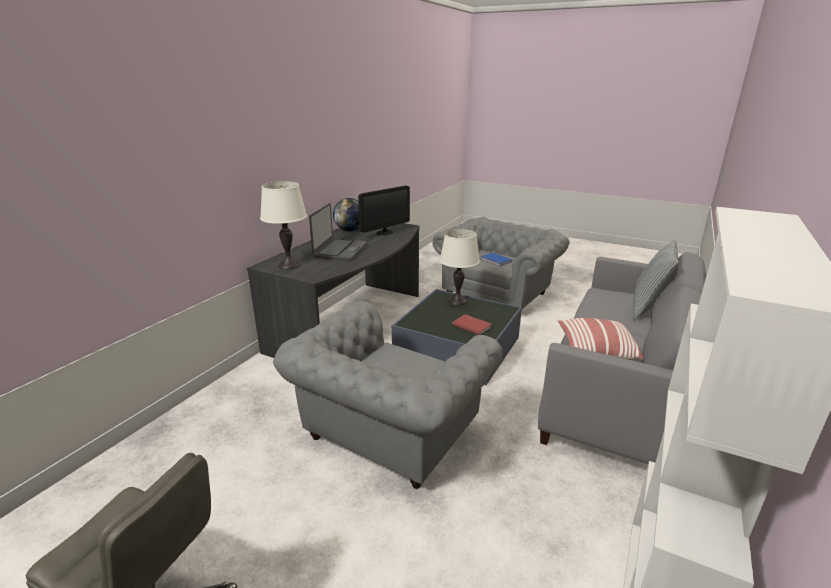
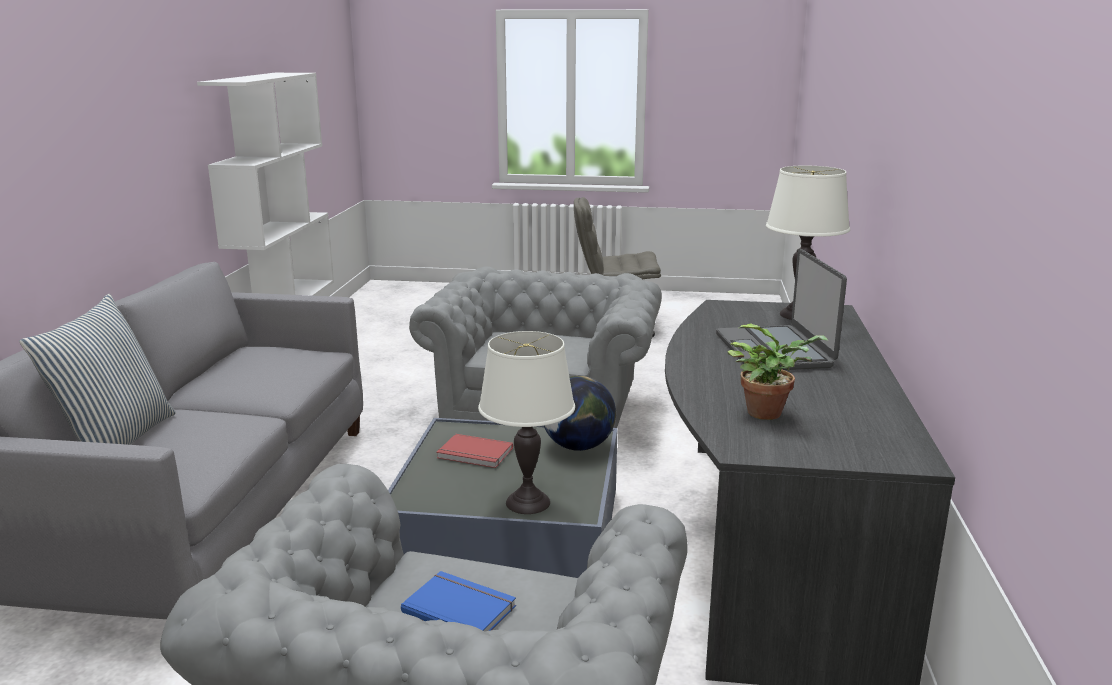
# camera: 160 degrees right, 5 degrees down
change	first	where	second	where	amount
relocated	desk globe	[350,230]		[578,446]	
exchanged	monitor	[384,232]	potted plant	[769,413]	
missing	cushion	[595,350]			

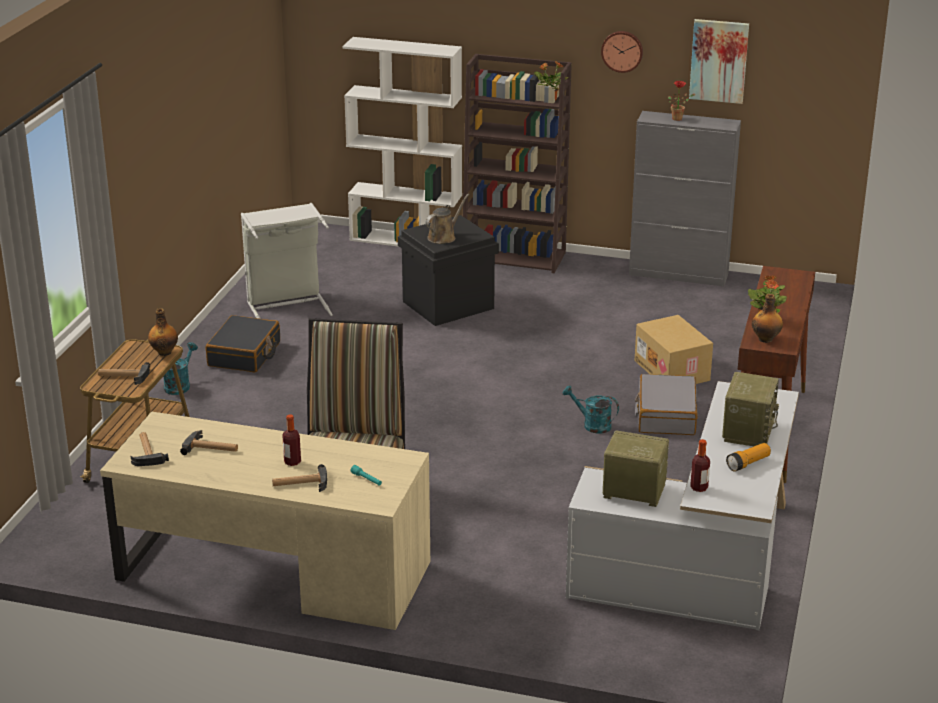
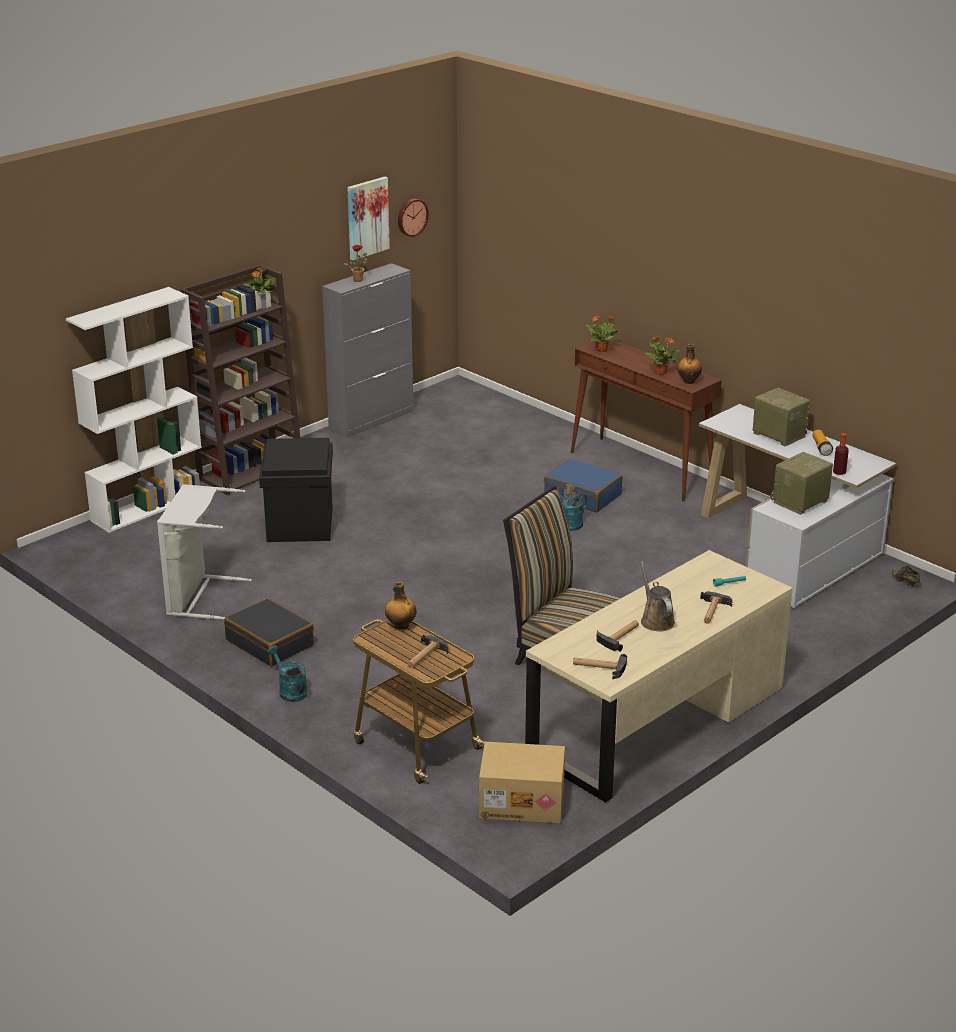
# camera: 60 degrees left, 0 degrees up
change	first	where	second	where	amount
relocated	wall clock	[622,51]		[411,217]	
relocated	packing box	[673,370]		[522,801]	
colour	piece of luggage (gray)	[666,415]	piece of luggage (blue-coloured)	[582,495]	
appeared			potted plant	[602,350]	
relocated	watering can (brown-coloured)	[443,237]		[656,620]	
appeared			item of footwear (brown-coloured)	[905,582]	
missing	bottle	[292,462]			

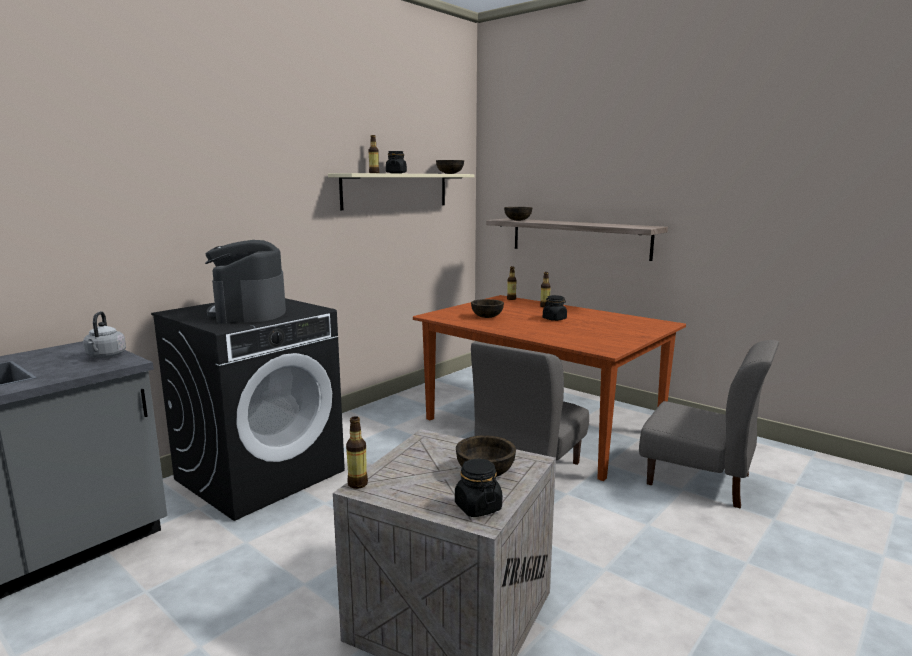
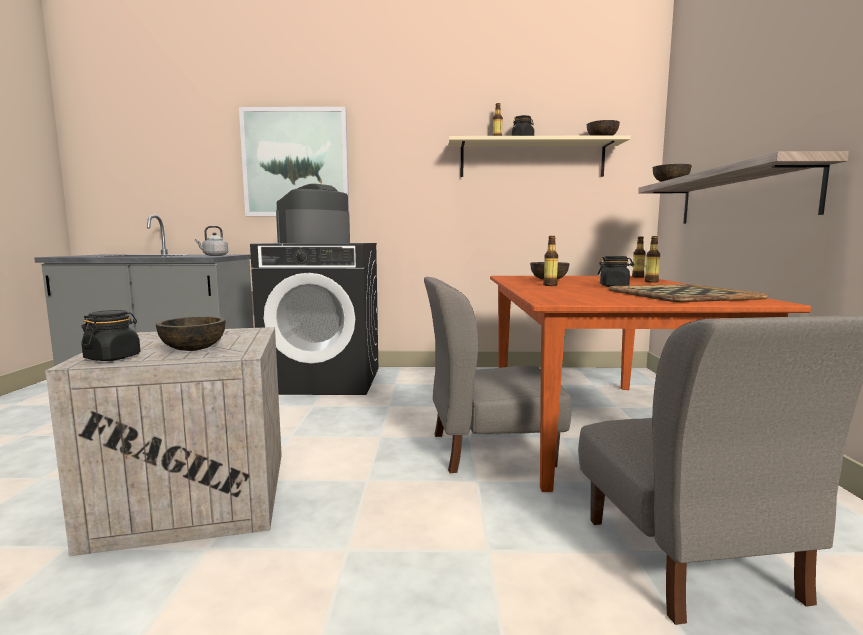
# camera: 50 degrees right, 5 degrees down
change	first	where	second	where	amount
appeared			picture	[295,163]	
relocated	bottle	[357,484]		[550,285]	
appeared			carrying tray	[680,294]	

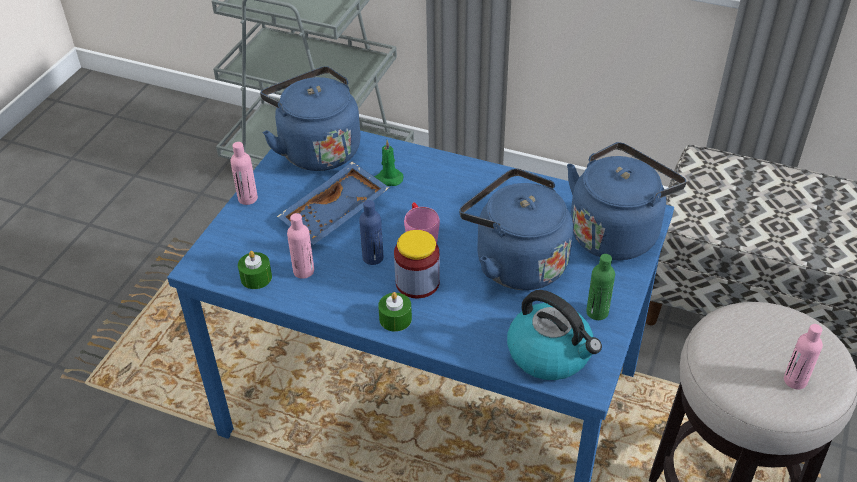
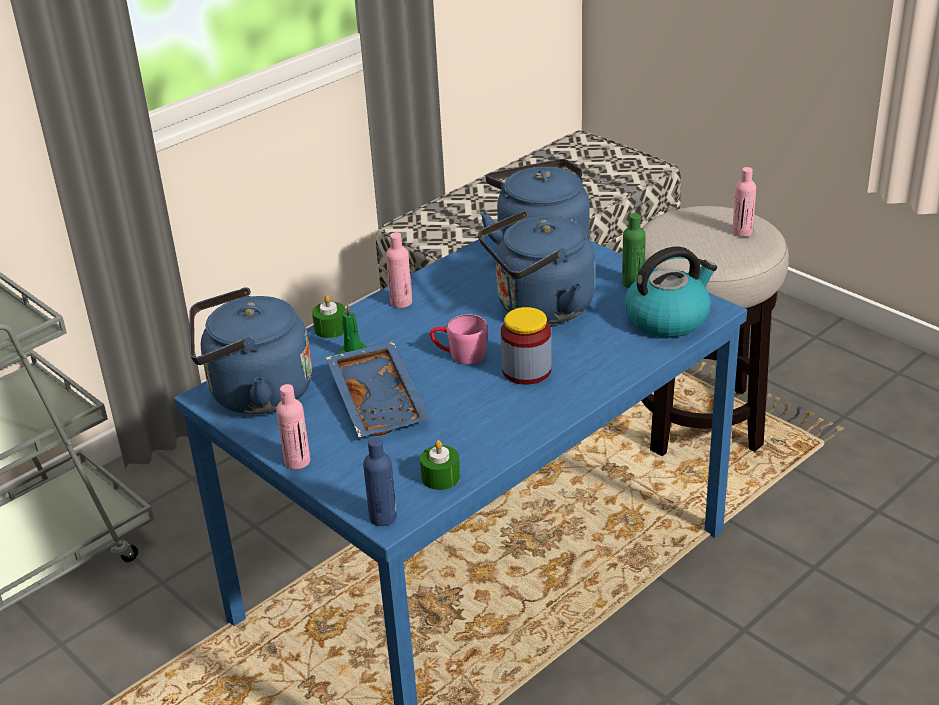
# camera: 65 degrees left, 10 degrees down
change	first	where	second	where	amount
relocated	wax light (green-coloured)	[395,319]		[330,328]	
relocated	bottle (blue-coloured)	[373,257]		[383,517]	
relocated	bottle (pink-coloured)	[303,271]		[401,302]	

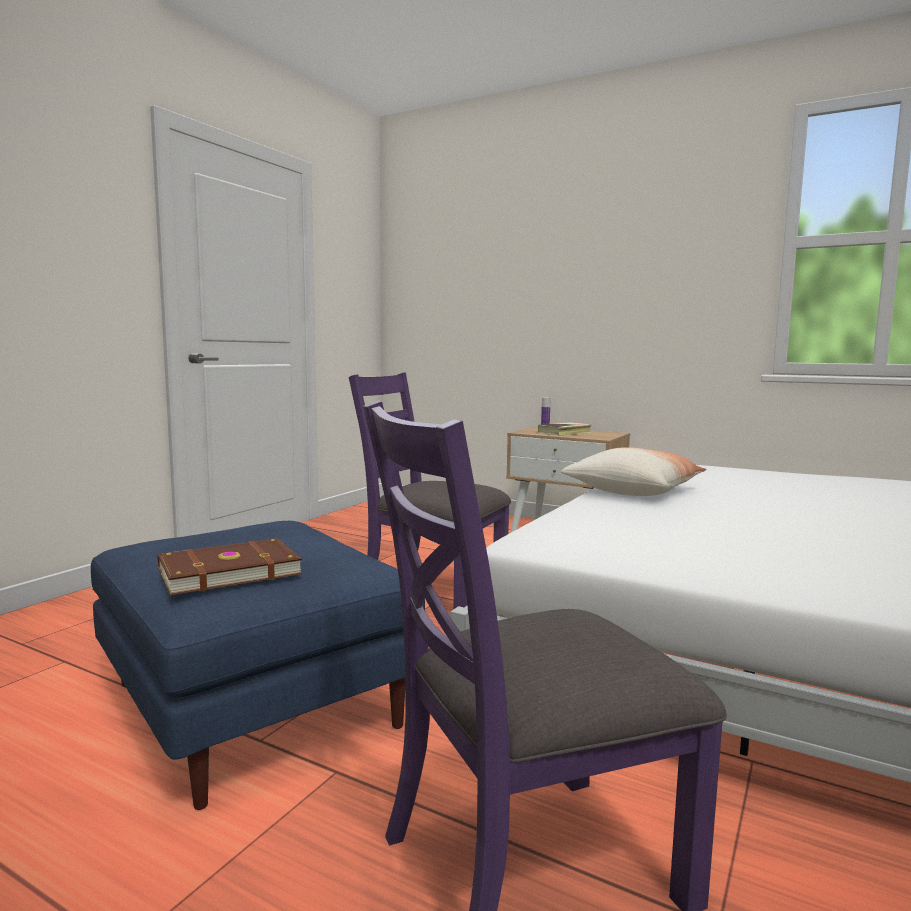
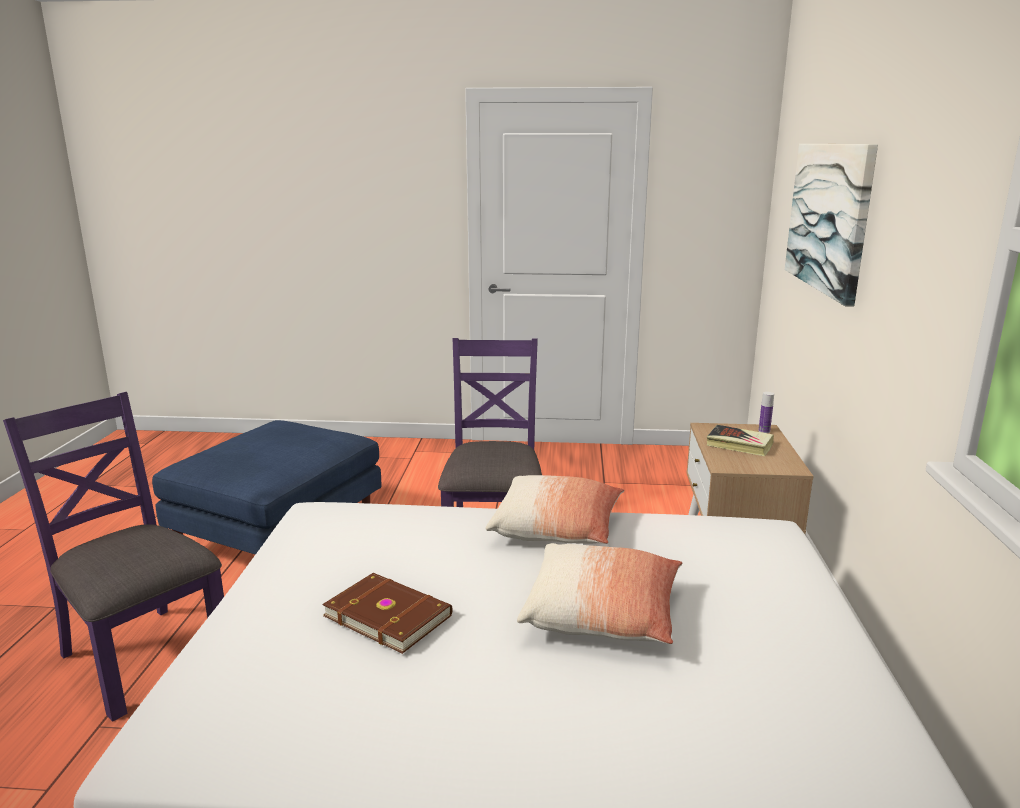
# camera: 65 degrees right, 10 degrees up
change	first	where	second	where	amount
relocated	bound book (brown-coloured)	[228,571]		[388,614]	
appeared			cushion	[602,614]	
appeared			picture	[828,217]	

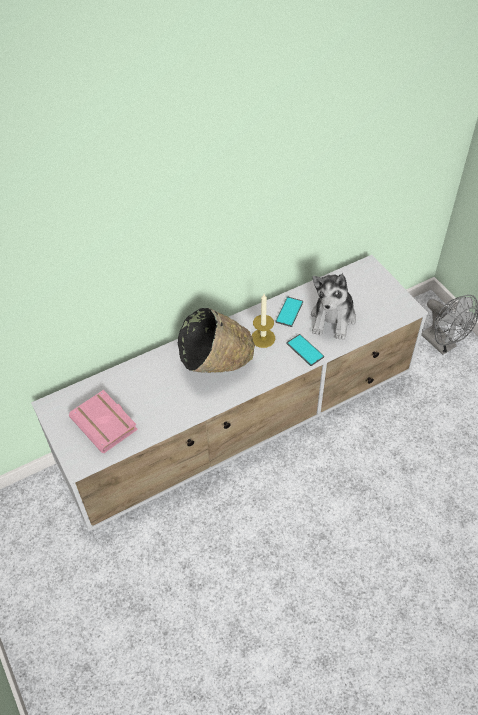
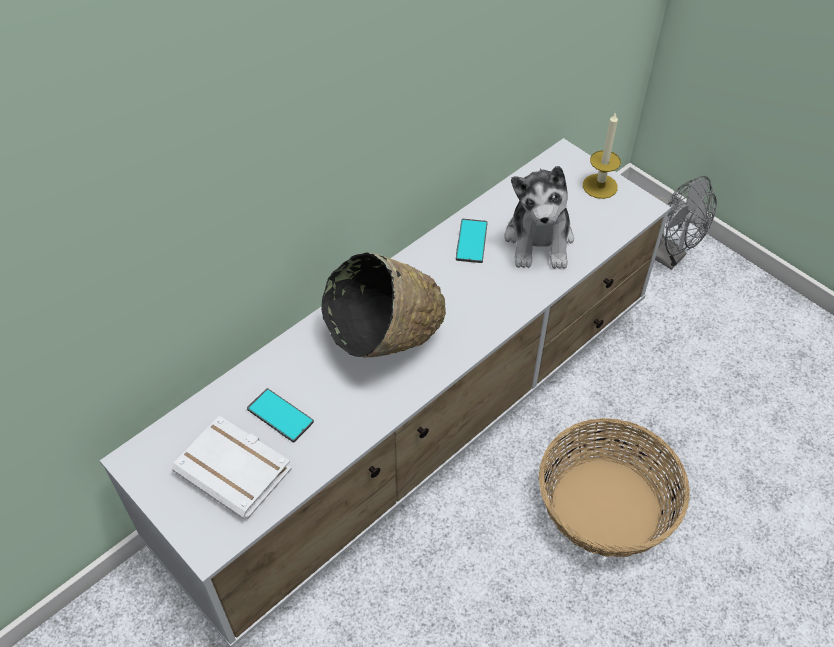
# camera: 15 degrees left, 0 degrees up
change	first	where	second	where	amount
colour	bound book (pink-coloured)	[106,424]	bound book (white-coloured)	[237,470]	
relocated	telephone	[305,350]		[280,416]	
appeared			household basket	[606,506]	
relocated	wax light	[263,338]		[600,186]	

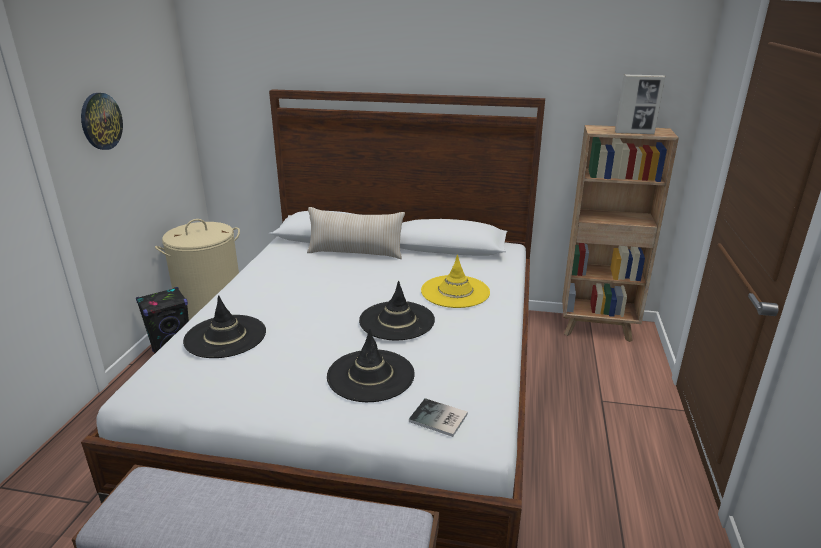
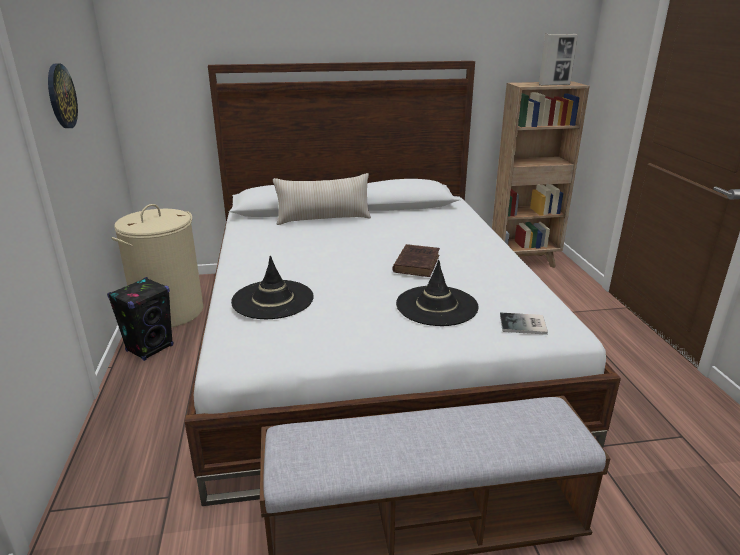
# camera: 20 degrees left, 0 degrees up
change	first	where	second	where	amount
exchanged	wearable hat (blackish)	[397,321]	bound book (brown-coloured)	[417,263]	
missing	wearable hat (yellowish)	[455,292]			

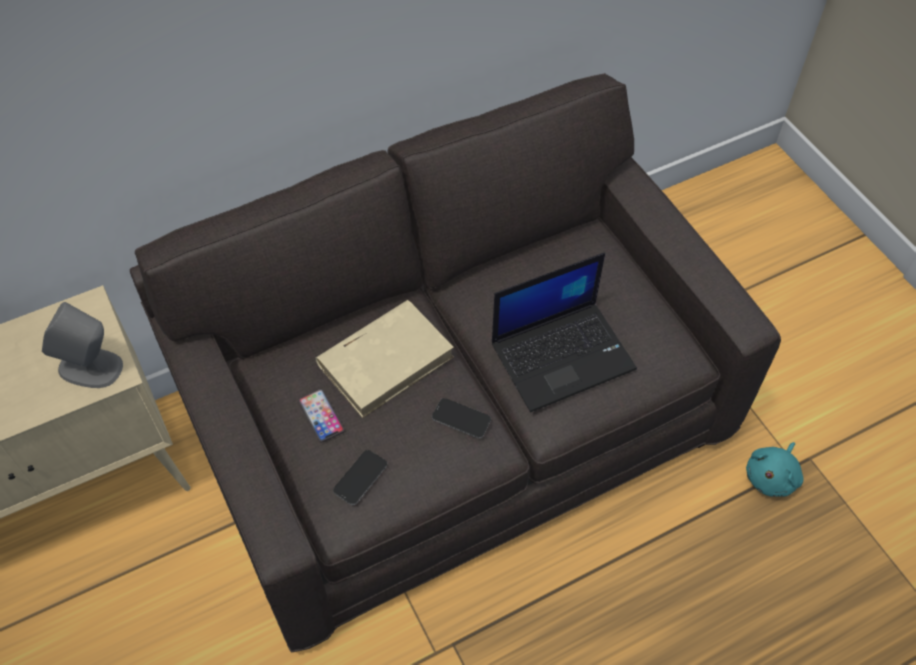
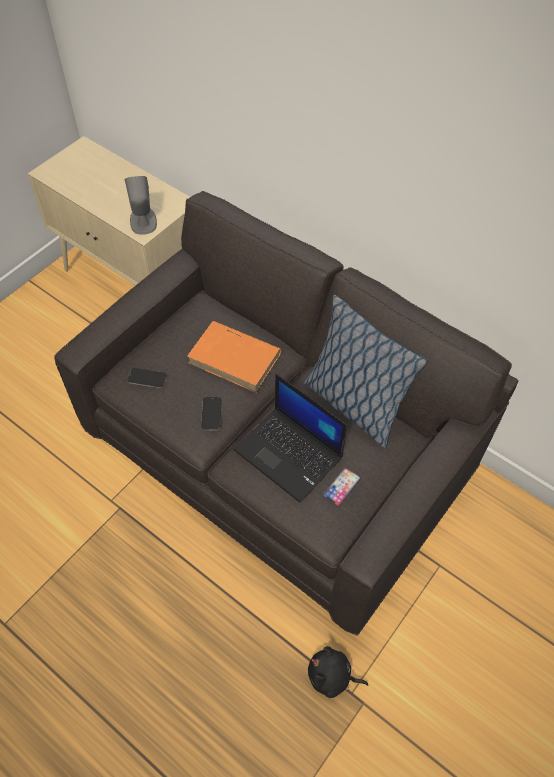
# camera: 65 degrees right, 0 degrees up
change	first	where	second	where	amount
colour	bound book (sand-coloured)	[386,360]	bound book (orange-coloured)	[235,358]	
appeared			cushion	[353,404]	
colour	plush toy (turquoise-coloured)	[772,476]	plush toy (blackish)	[332,677]	
relocated	telephone	[321,416]		[341,487]	

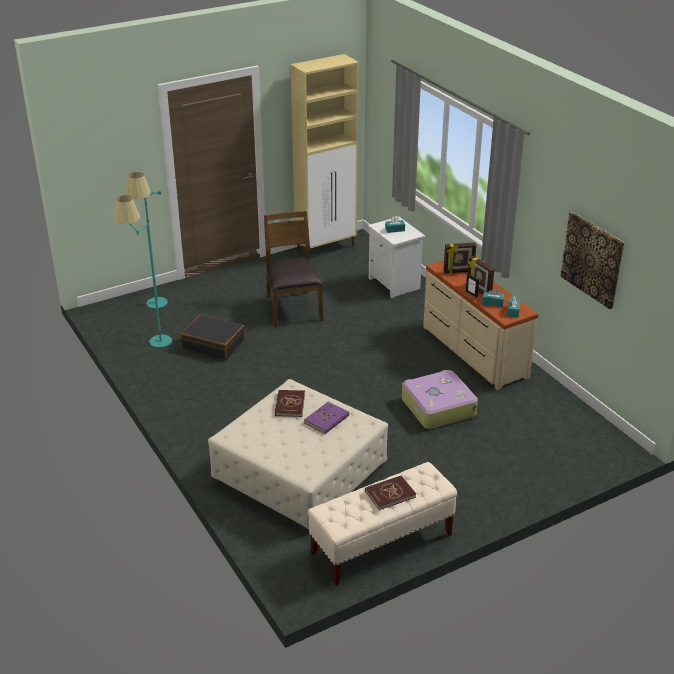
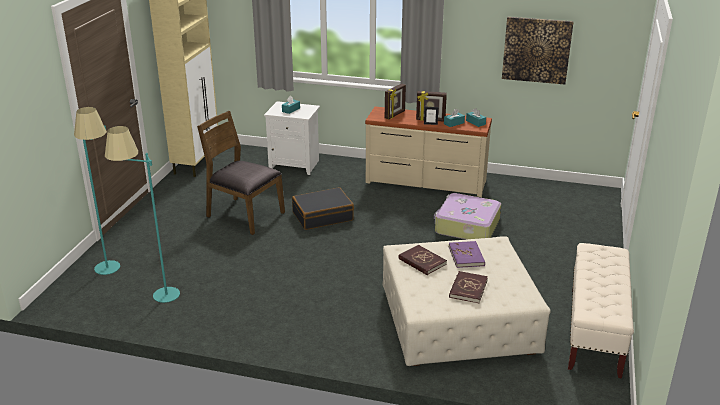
# camera: 45 degrees left, 5 degrees down
change	first	where	second	where	amount
relocated	piece of luggage (blackish)	[213,344]		[322,216]	
relocated	bound book (reddish)	[390,494]		[468,289]	

